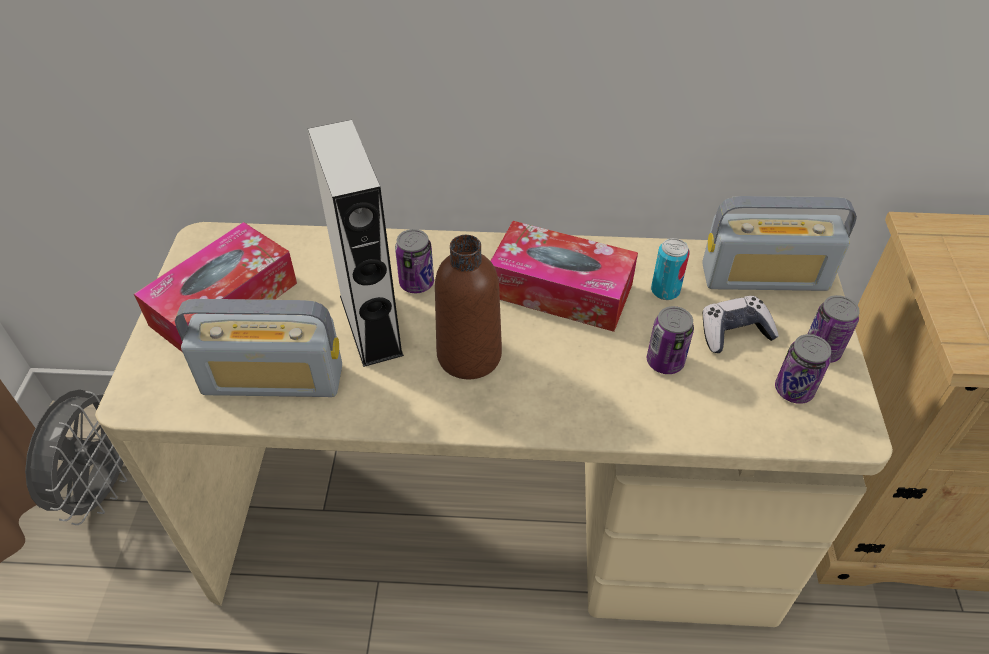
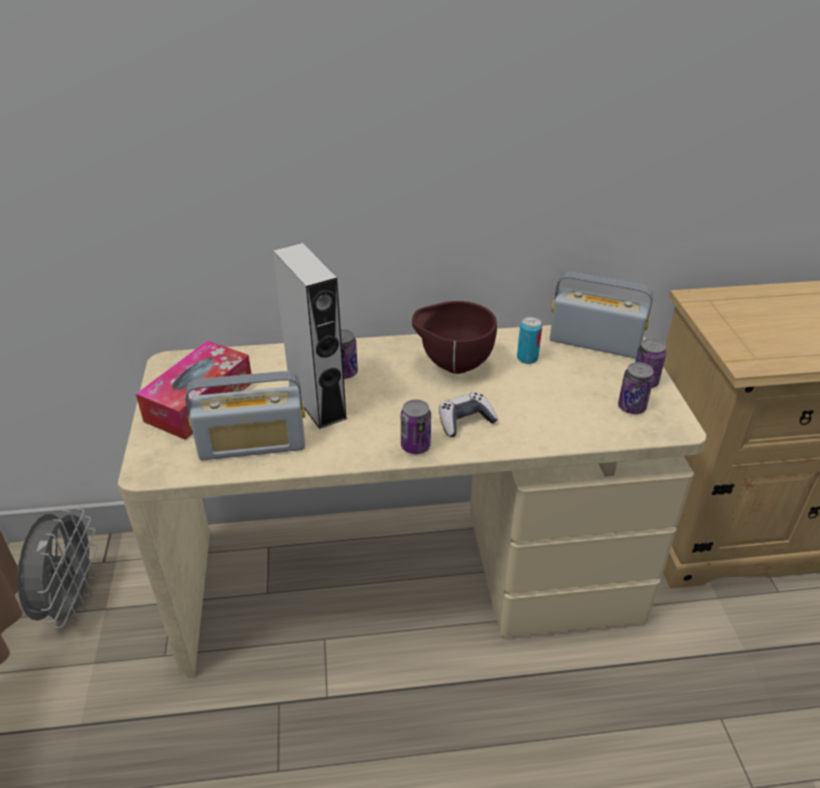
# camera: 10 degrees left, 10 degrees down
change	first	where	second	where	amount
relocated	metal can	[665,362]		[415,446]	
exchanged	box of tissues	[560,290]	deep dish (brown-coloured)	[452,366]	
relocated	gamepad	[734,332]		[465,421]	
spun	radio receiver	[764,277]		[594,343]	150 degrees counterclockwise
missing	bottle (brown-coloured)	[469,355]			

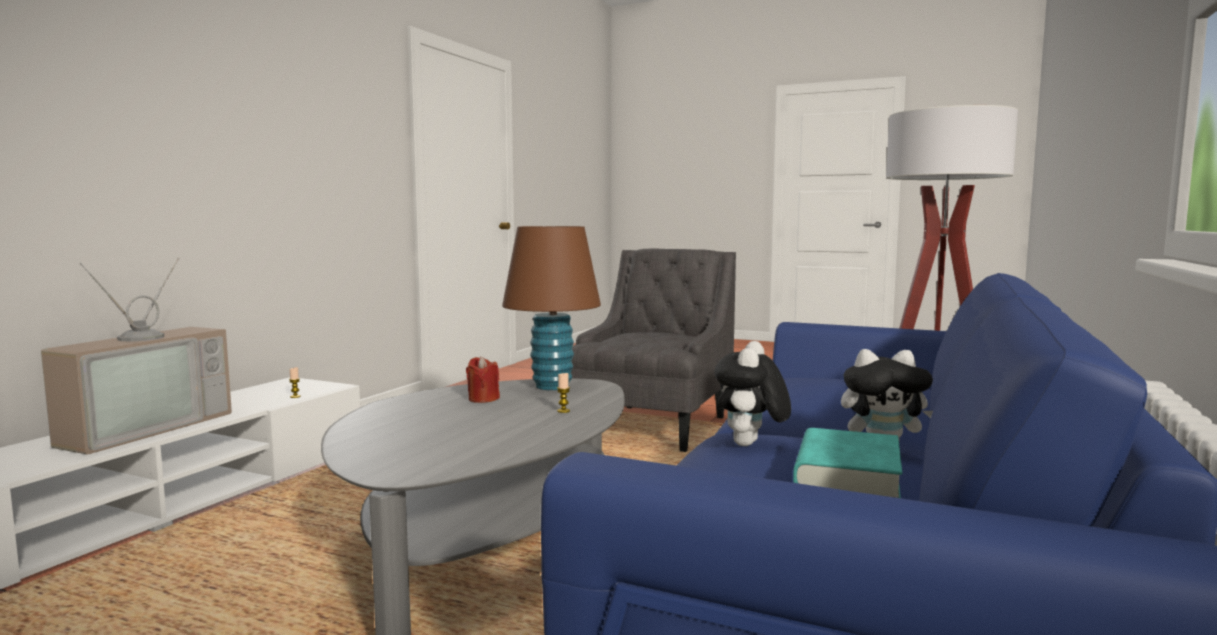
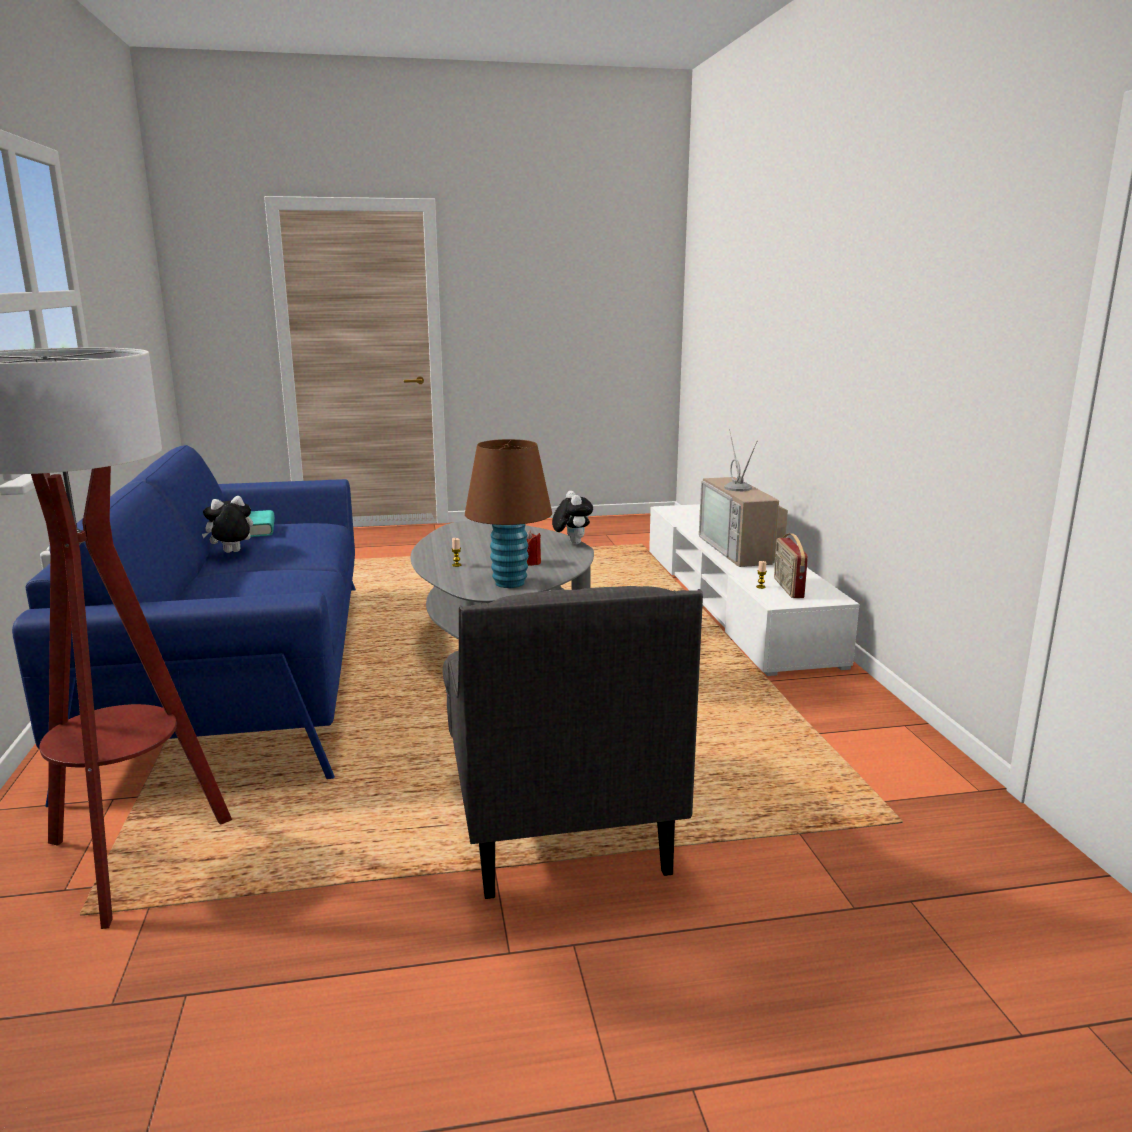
# camera: 145 degrees right, 10 degrees up
change	first	where	second	where	amount
relocated	plush toy	[750,445]		[571,543]	
appeared			radio receiver	[787,588]	

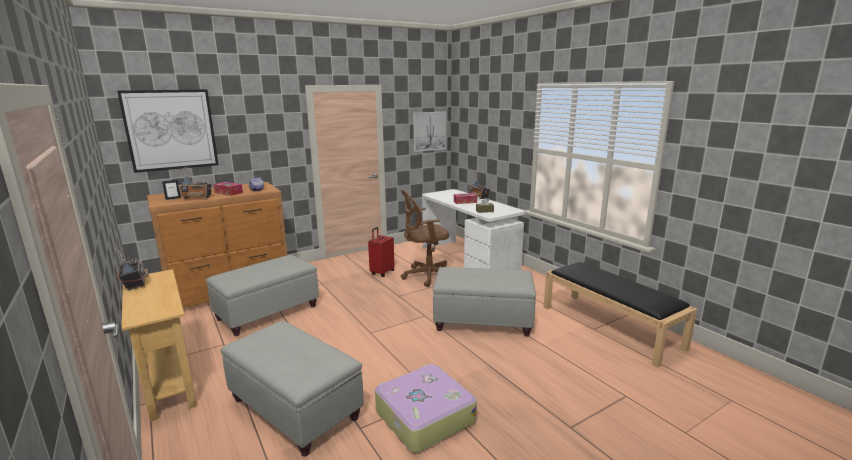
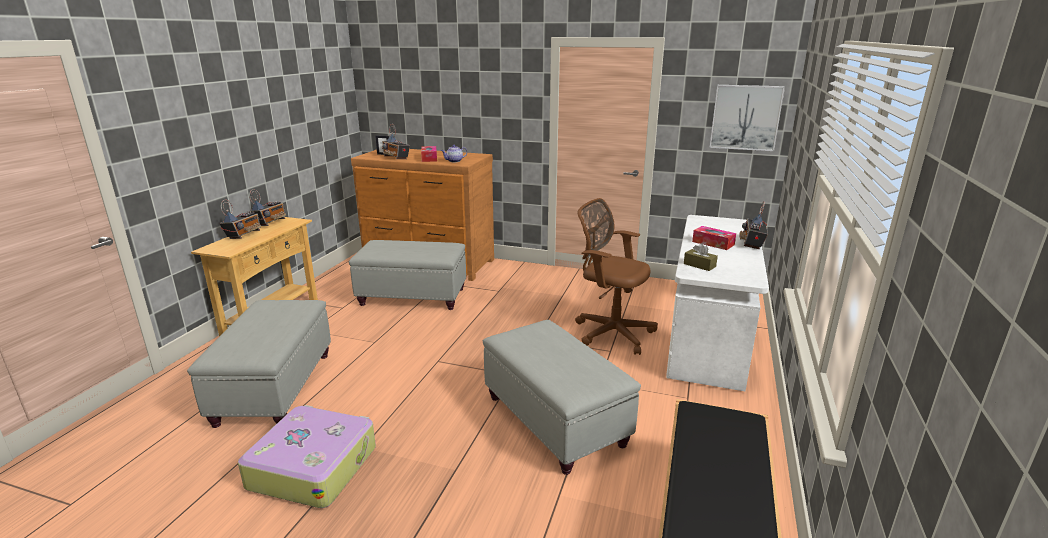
# camera: 50 degrees right, 5 degrees up
change	first	where	second	where	amount
appeared			radio receiver	[244,235]	
missing	picture	[171,130]			
missing	piece of luggage (reddish)	[382,272]			

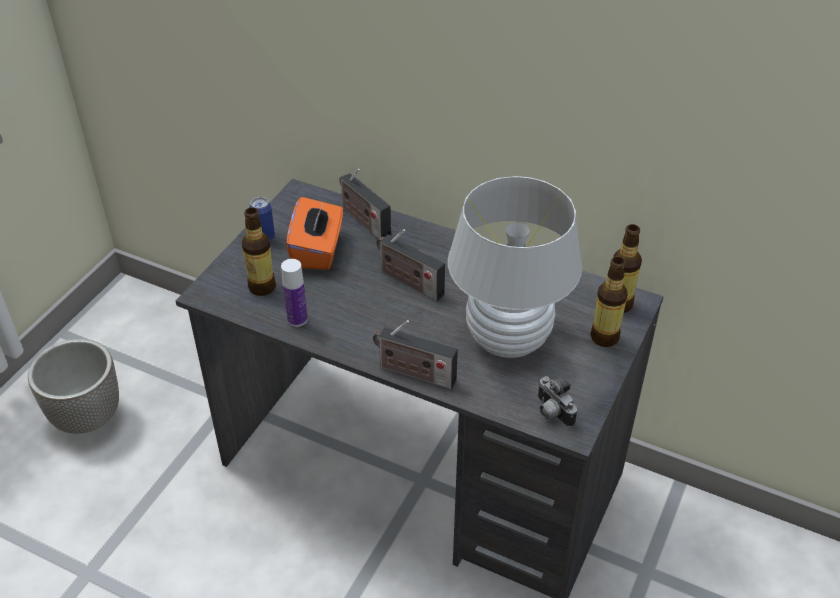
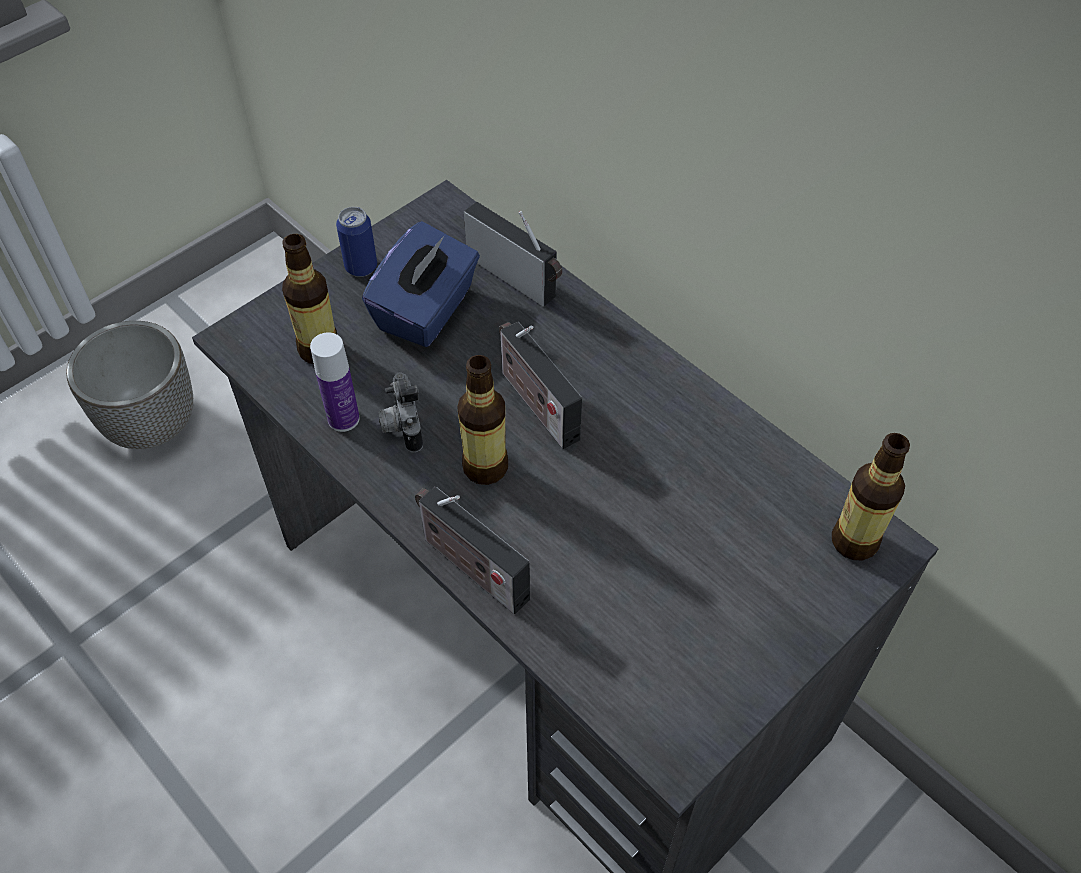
# camera: 20 degrees right, 10 degrees up
change	first	where	second	where	amount
colour	box of tissues (orange-coloured)	[318,250]	box of tissues (blue-coloured)	[427,310]	
relocated	still camera	[551,413]		[401,426]	
relocated	bottle	[604,337]		[485,467]	
spun	radio receiver	[363,221]		[516,278]	150 degrees clockwise
missing	table lamp (white-coloured)	[508,339]			

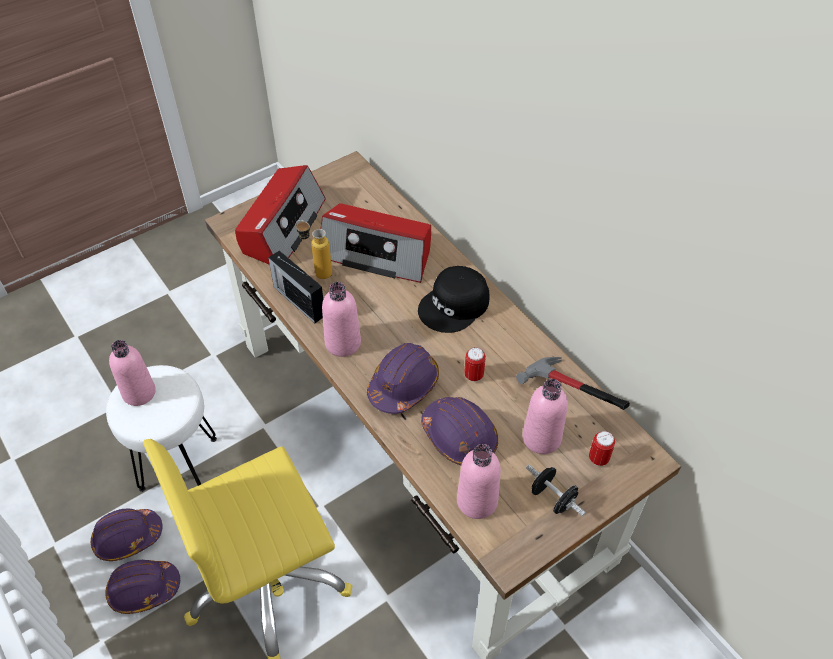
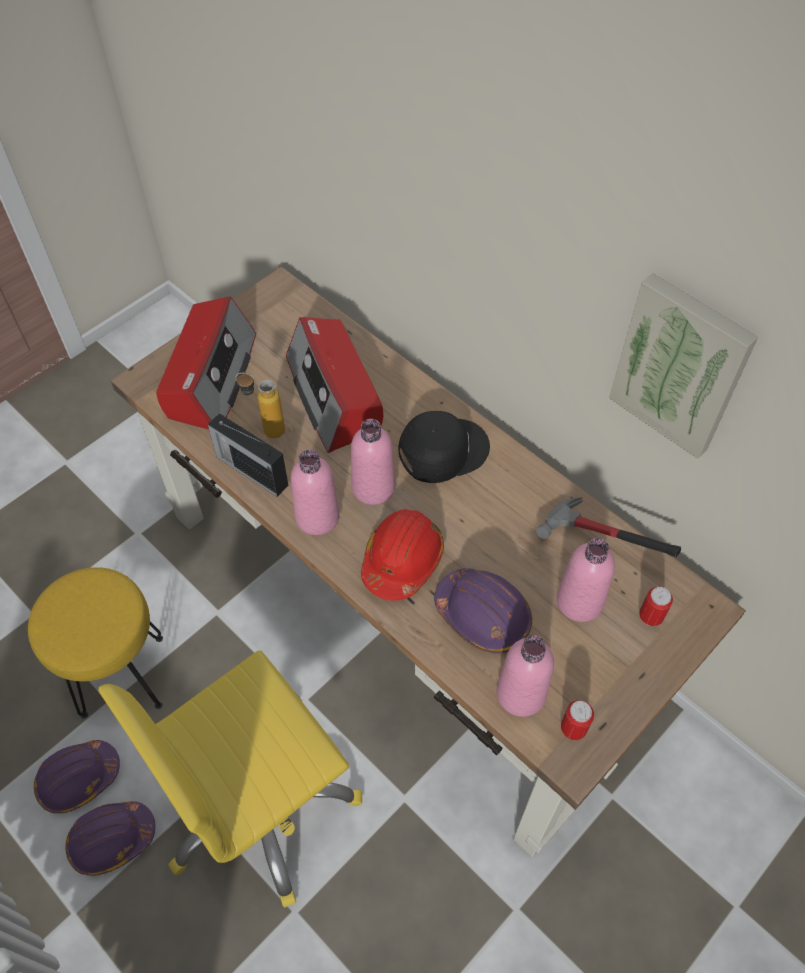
# camera: 10 degrees left, 5 degrees up
change	first	where	second	where	amount
colour	sitting stool (white-coloured)	[178,462]	sitting stool (yellowish)	[121,675]	
spun	radio receiver	[377,253]		[334,395]	60 degrees clockwise
relocated	bottle (pink-coloured)	[139,392]		[373,487]	
colour	work helmet (purple)	[403,385]	work helmet (reddish)	[402,560]	
spun	peaked cap (blackish)	[455,305]		[442,449]	150 degrees counterclockwise
relocated	metal can	[473,375]		[573,729]	
appeared			picture	[681,365]	
missing	hand weight (blackish)	[552,498]			

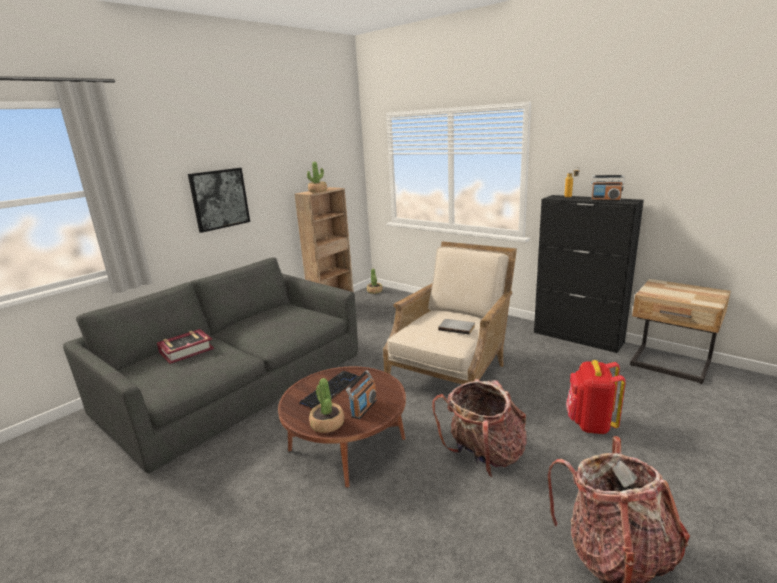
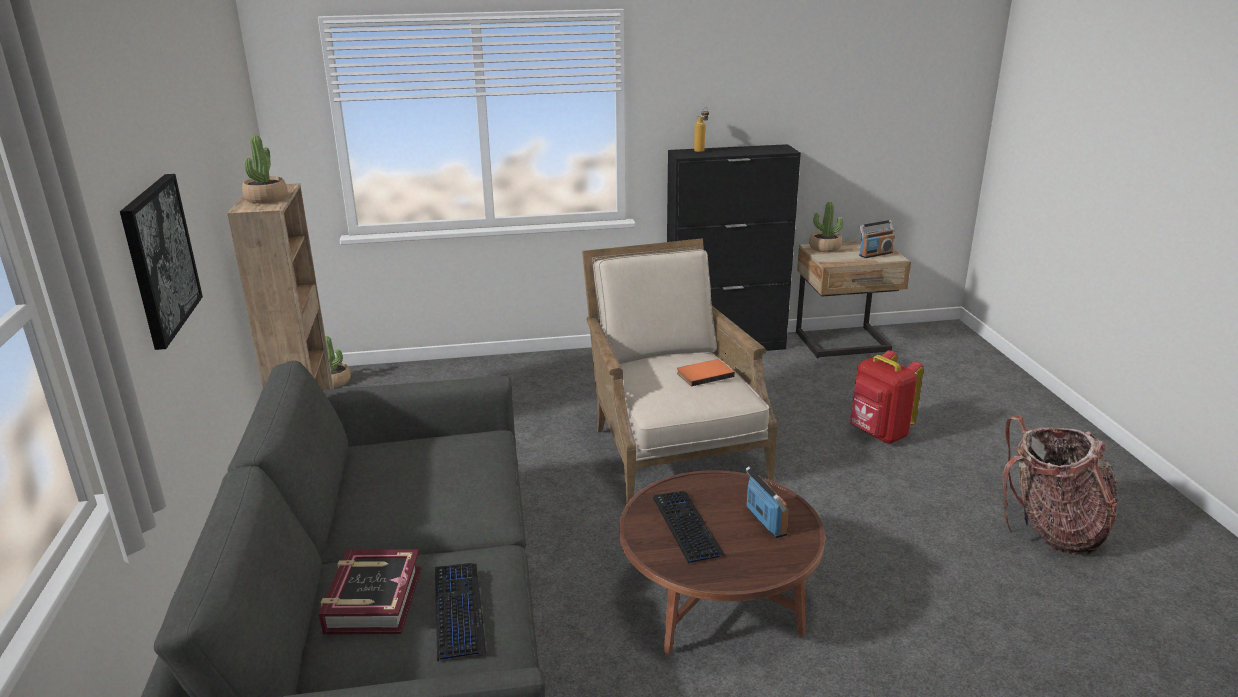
# camera: 50 degrees left, 5 degrees up
change	first	where	second	where	amount
appeared			keyboard	[458,610]	
colour	bound book (gray)	[457,327]	bound book (orange-coloured)	[704,374]	
relocated	potted plant	[327,424]		[824,248]	
relocated	radio receiver	[605,200]		[875,254]	
missing	rucksack	[484,456]			

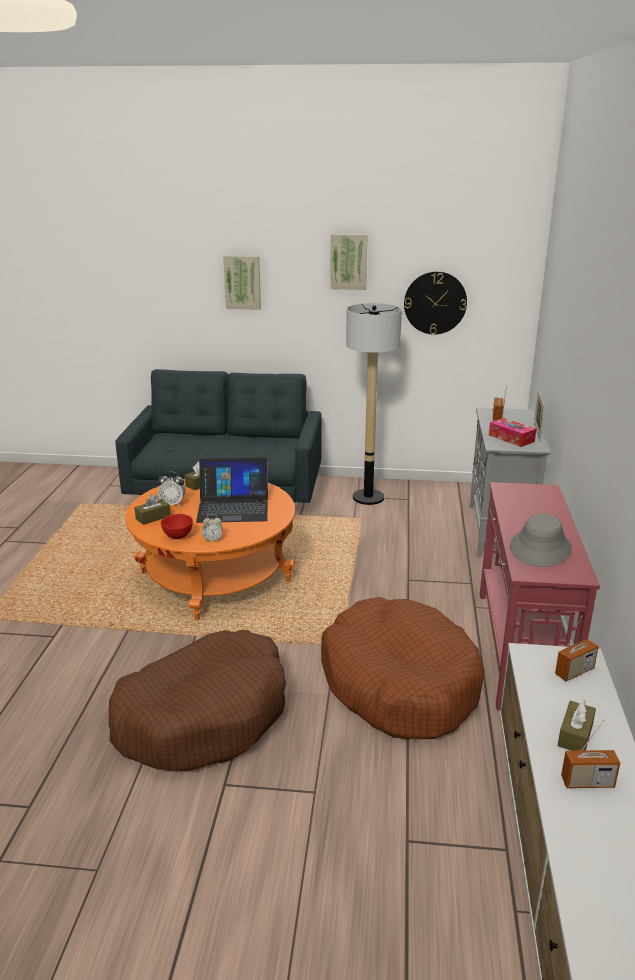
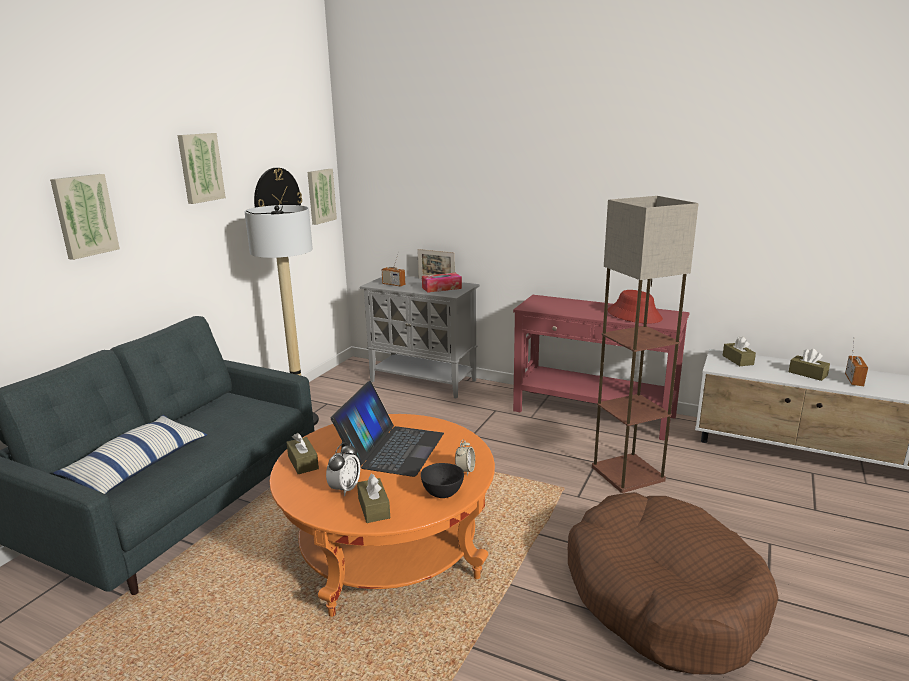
# camera: 70 degrees left, 5 degrees down
change	first	where	second	where	amount
appeared			cushion	[138,466]	
appeared			picture	[320,196]	
colour	deep dish (reddish)	[178,536]	deep dish (blackish)	[442,493]	
exchanged	dog bed (brown-coloured)	[399,683]	standard lamp	[627,473]	
colour	wearable hat (gray)	[540,548]	wearable hat (reddish)	[634,315]	
exchanged	radio receiver	[574,672]	box of tissues (brown-coloured)	[737,360]	

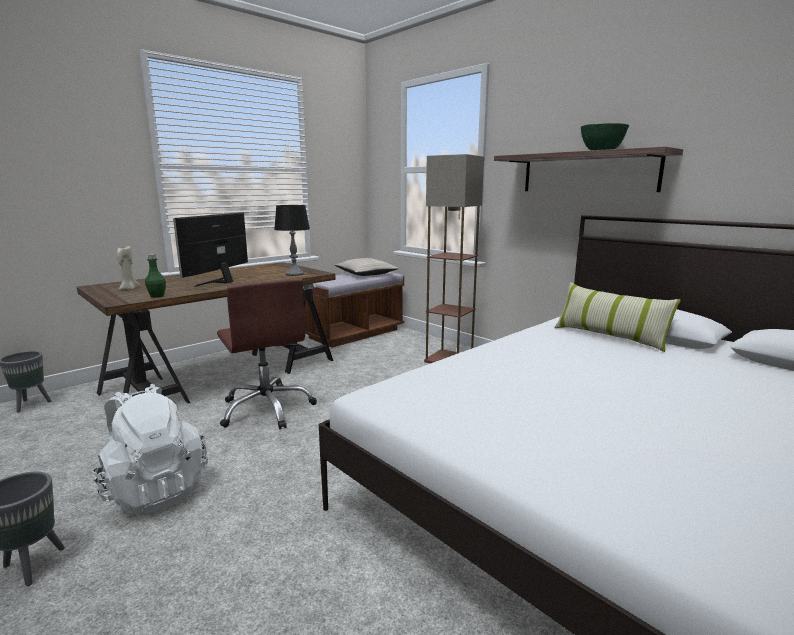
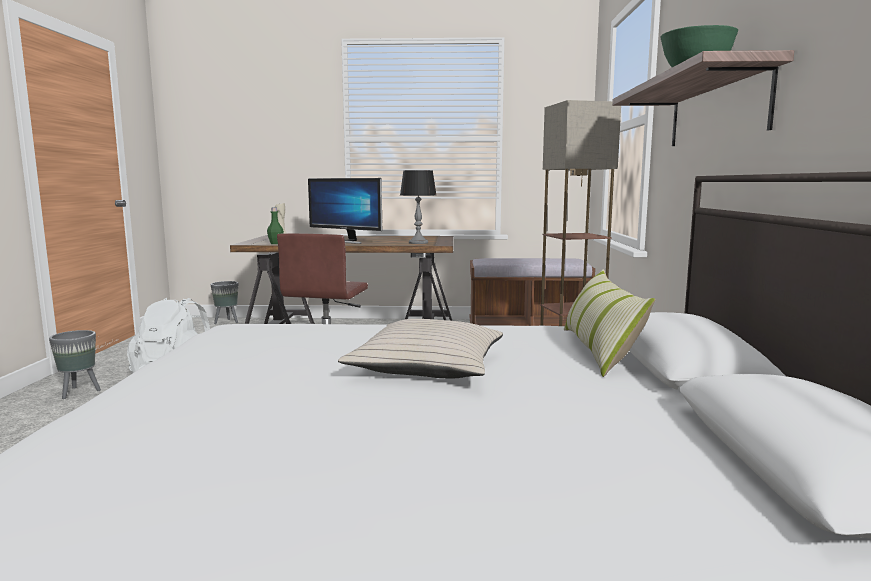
# camera: 45 degrees right, 5 degrees down
change	first	where	second	where	amount
spun	monitor	[220,282]		[346,241]	120 degrees counterclockwise
relocated	cushion (sand-coloured)	[366,274]		[428,366]	

